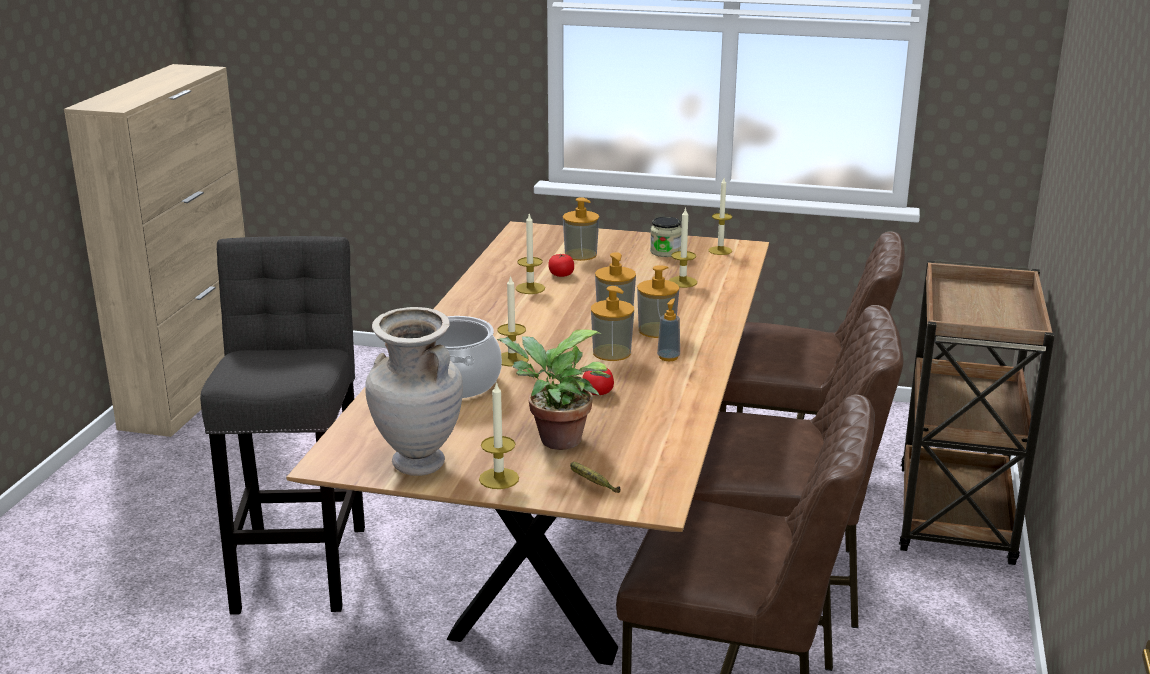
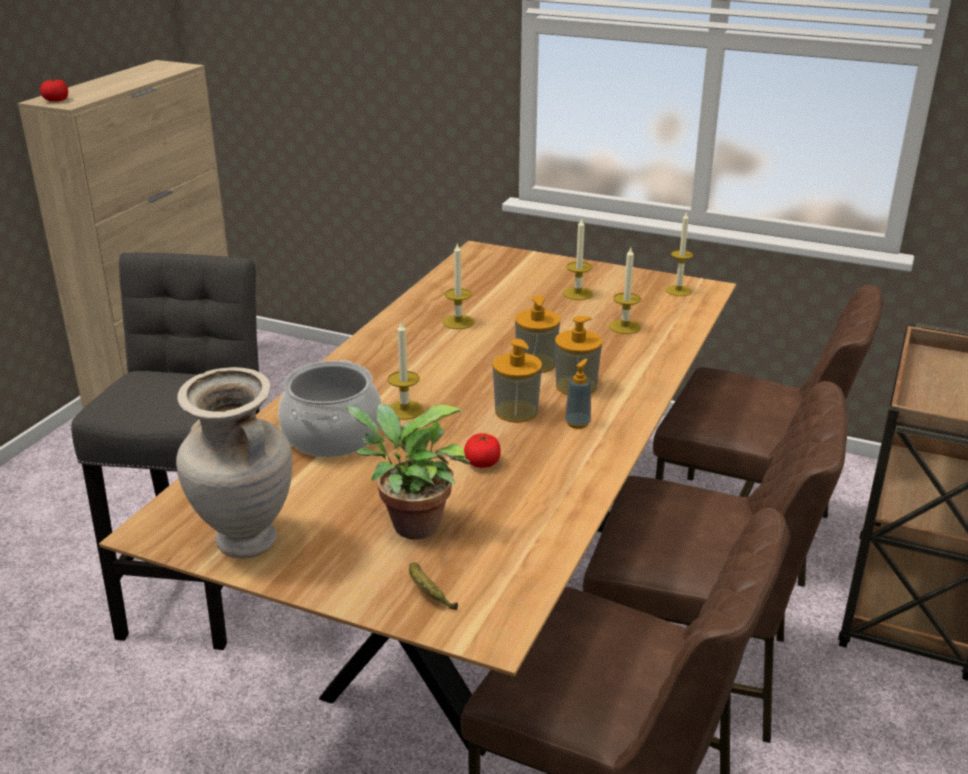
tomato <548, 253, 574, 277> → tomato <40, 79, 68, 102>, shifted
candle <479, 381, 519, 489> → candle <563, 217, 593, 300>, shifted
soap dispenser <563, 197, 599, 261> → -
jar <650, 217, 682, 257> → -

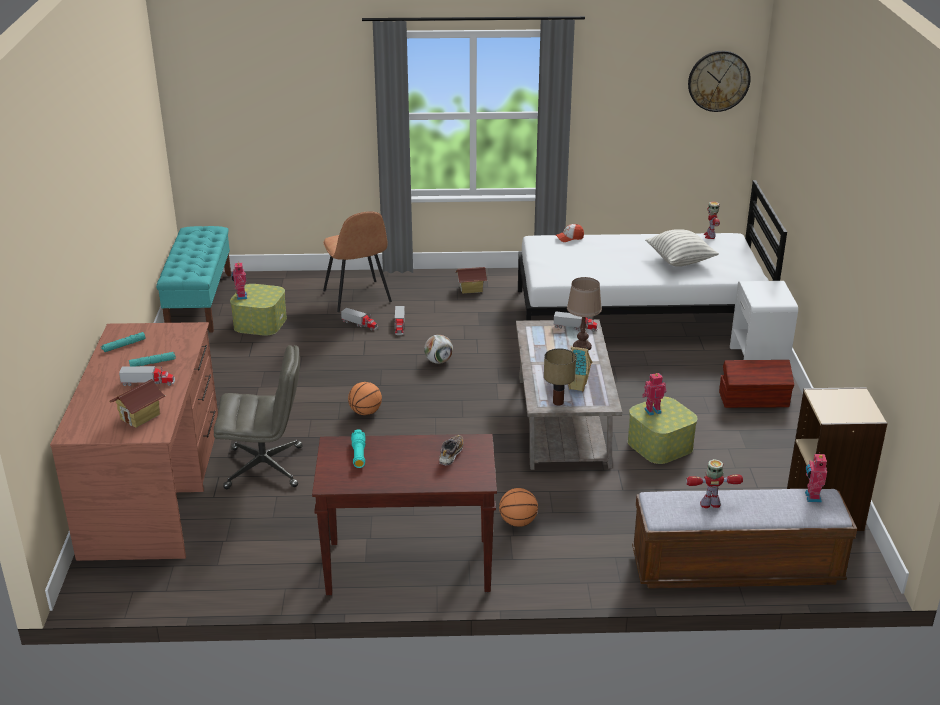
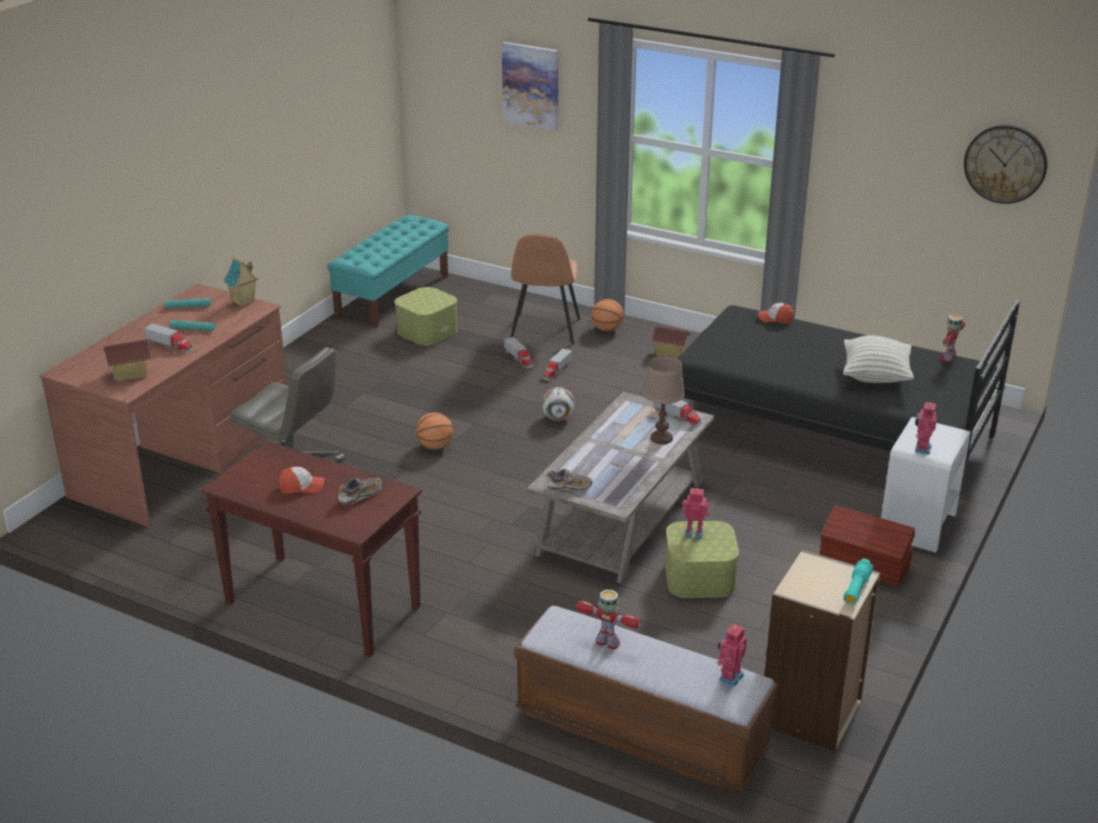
toy house <568, 347, 592, 391> → toy house <223, 256, 258, 307>, shifted
- → cap <278, 467, 325, 494>
- → picture <502, 42, 558, 131>
table lamp <544, 348, 576, 406> → shoe <546, 469, 592, 491>
basketball <499, 488, 538, 527> → basketball <591, 299, 624, 331>, shifted
white bed <518, 180, 787, 321> → black bed <677, 300, 1020, 504>
turquoise flashlight <351, 429, 366, 468> → turquoise flashlight <843, 559, 873, 605>, shifted
toy robot <231, 261, 247, 300> → toy robot <915, 402, 937, 455>, shifted

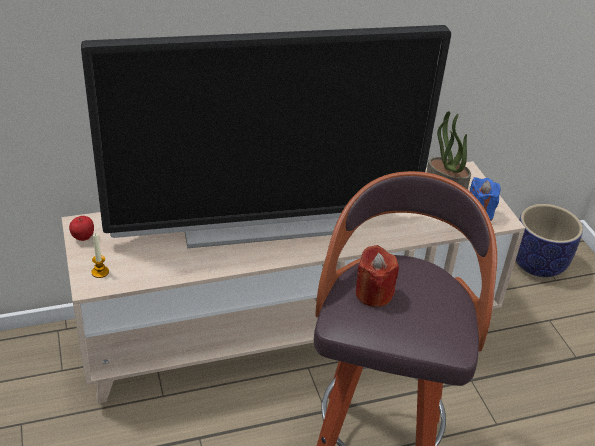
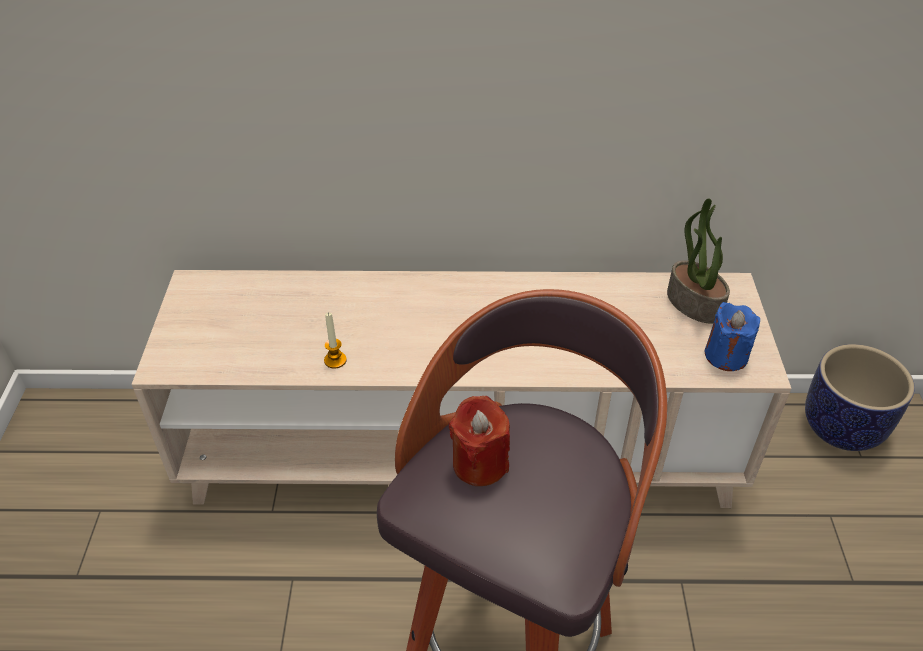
candle <91, 234, 109, 278> → candle <324, 312, 347, 369>, shifted
apple <69, 216, 94, 241> → -
television <81, 25, 452, 248> → -

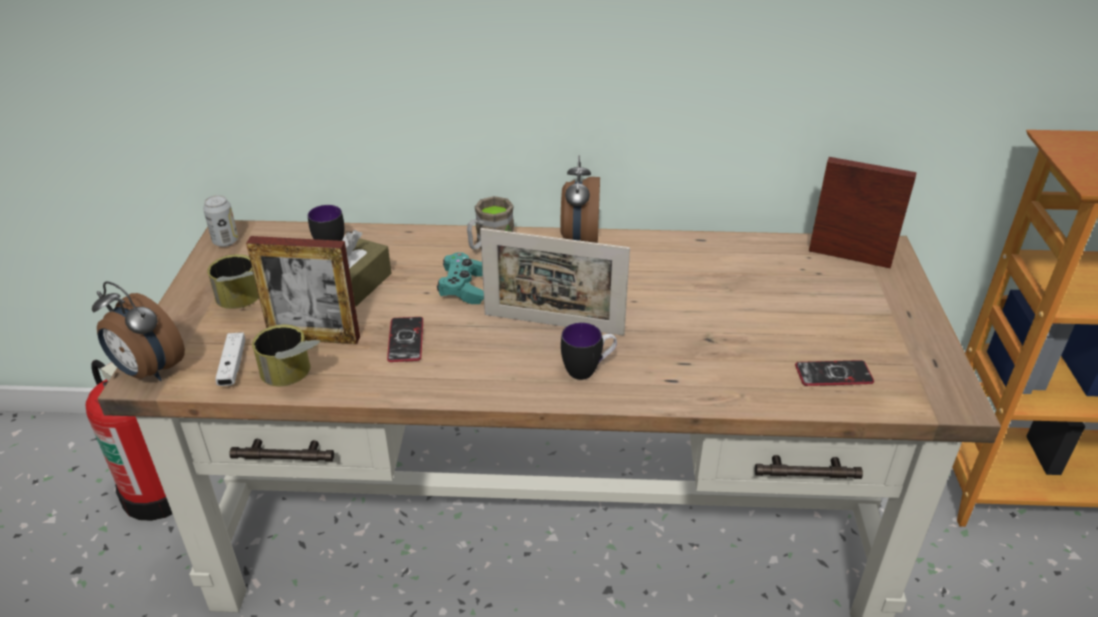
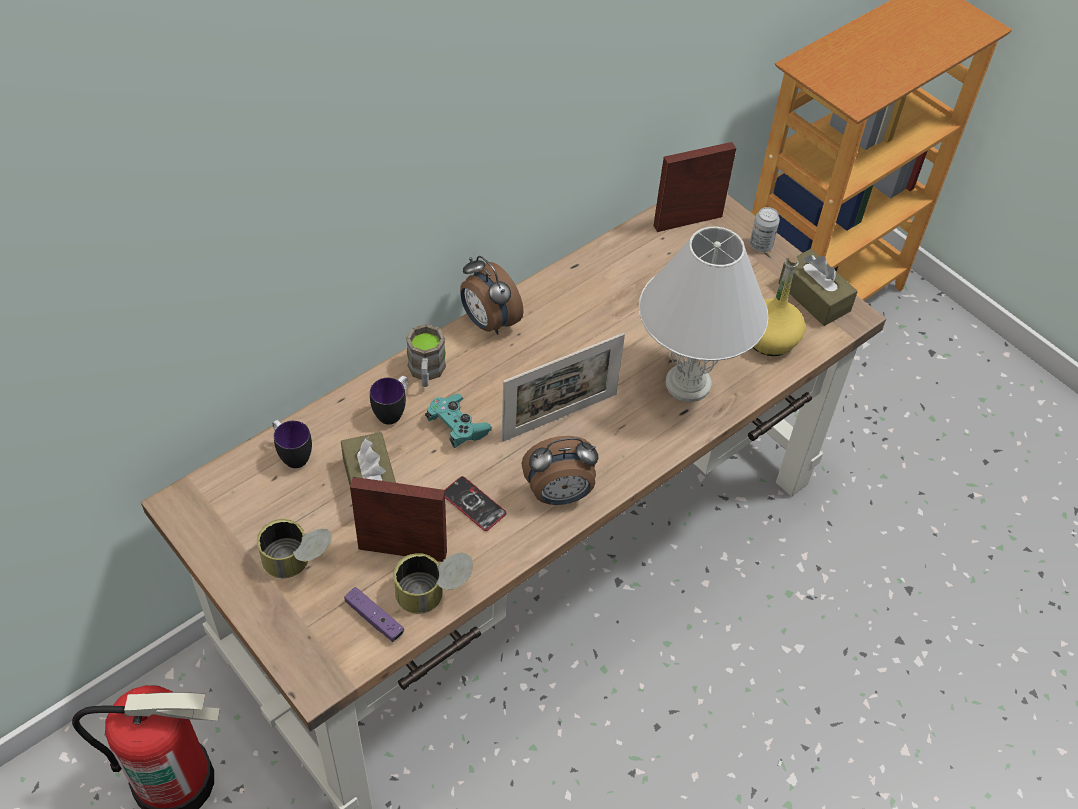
white game controller <215, 332, 245, 386> → purple game controller <344, 587, 404, 642>
picture frame <246, 236, 360, 344> → picture frame <350, 477, 447, 562>, 135 degrees counterclockwise
mug <561, 323, 617, 380> → mug <370, 376, 408, 425>, shifted
alarm clock <92, 281, 185, 381> → alarm clock <521, 436, 598, 505>, shifted
- → white table lamp <639, 226, 768, 402>
can <203, 195, 238, 247> → can <750, 207, 780, 252>, shifted
phone <795, 360, 874, 386> → yellow bottle <753, 254, 805, 356>
- → brown tissue box <779, 249, 858, 326>

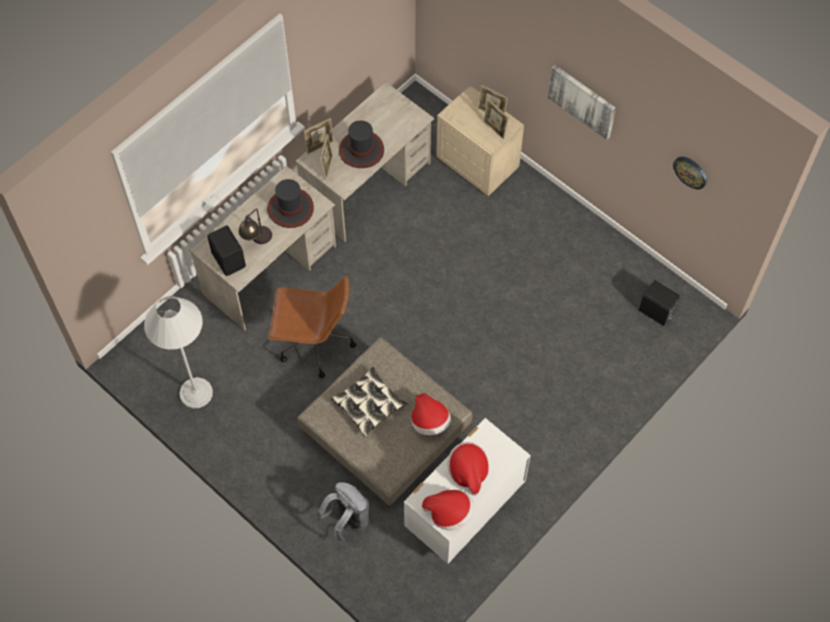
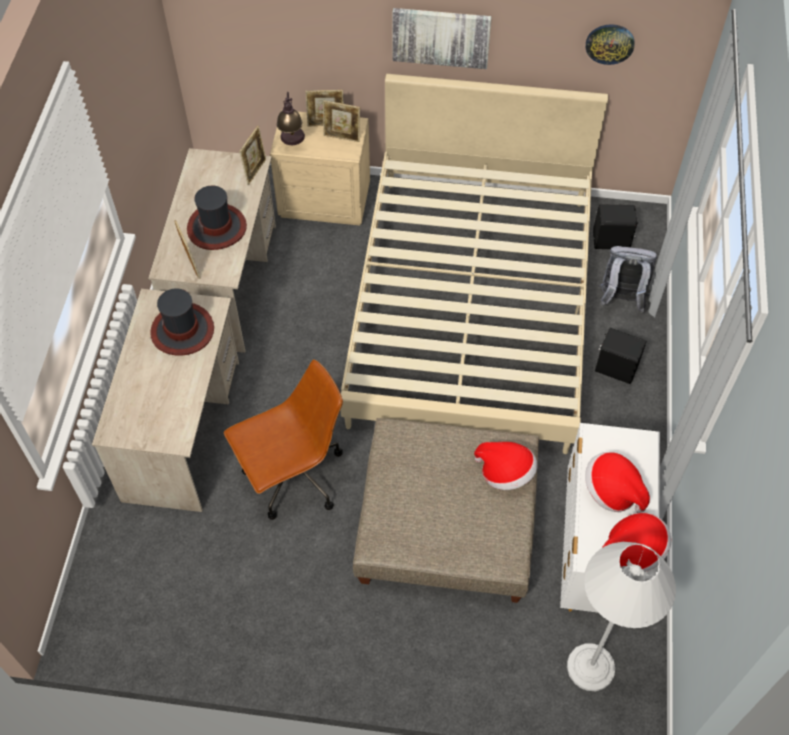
picture frame <304, 118, 334, 154> → picture frame <239, 126, 266, 185>, shifted
table lamp <239, 209, 272, 244> → table lamp <277, 92, 305, 145>, shifted
- → beige bed <341, 74, 608, 454>
white floor lamp <144, 296, 213, 408> → white floor lamp <567, 542, 676, 691>, shifted
black speaker <207, 226, 246, 276> → black speaker <595, 328, 647, 384>, shifted
grey backpack <316, 482, 369, 544> → grey backpack <598, 246, 657, 313>, shifted
pillow <330, 367, 407, 437> → -

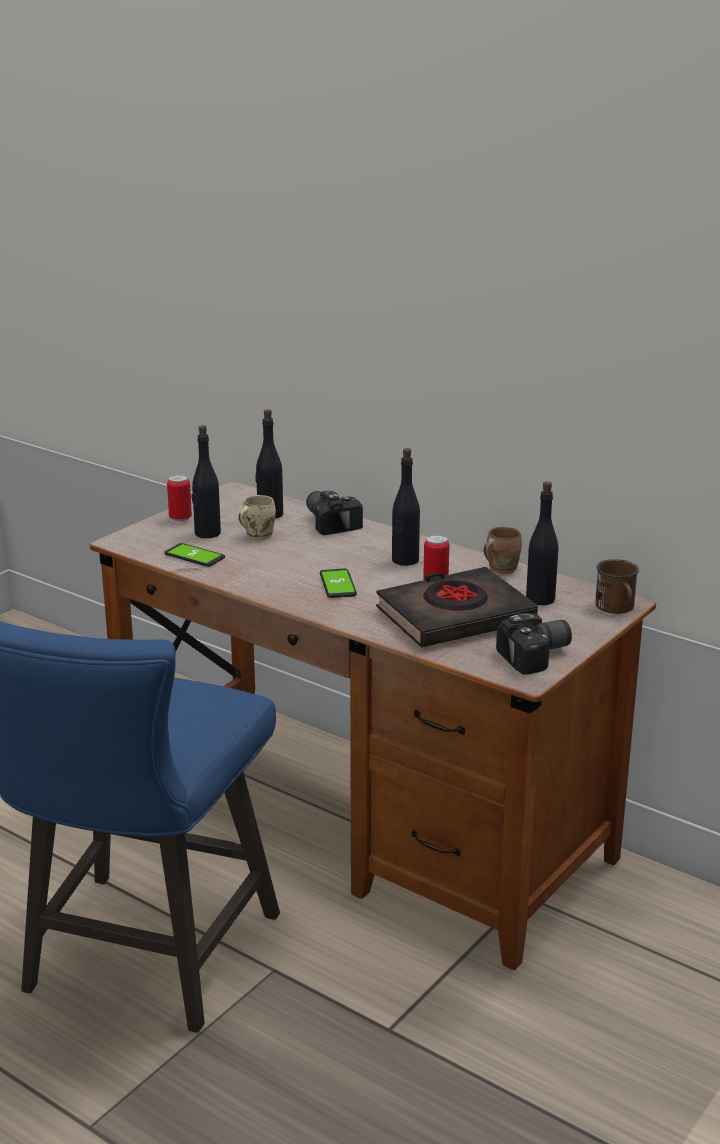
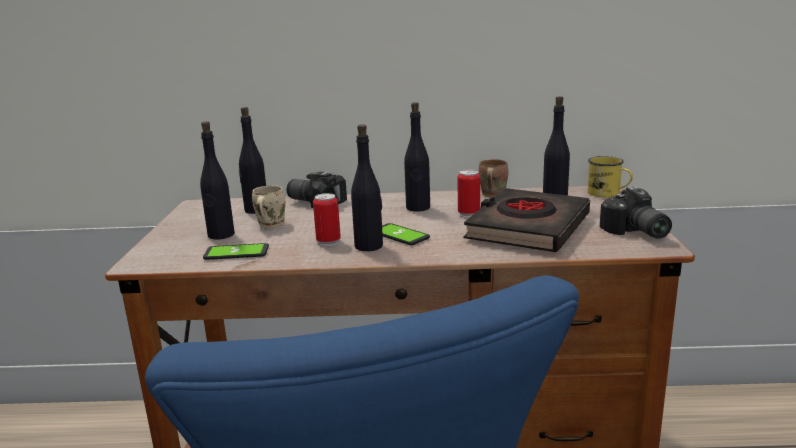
can <167, 474, 192, 523> → can <313, 193, 341, 246>, shifted
- → black bottle <351, 124, 383, 251>
brown mug <595, 559, 639, 614> → yellow mug <588, 156, 633, 197>
photo camera <496, 613, 572, 675> → photo camera <600, 187, 672, 239>, 135 degrees clockwise

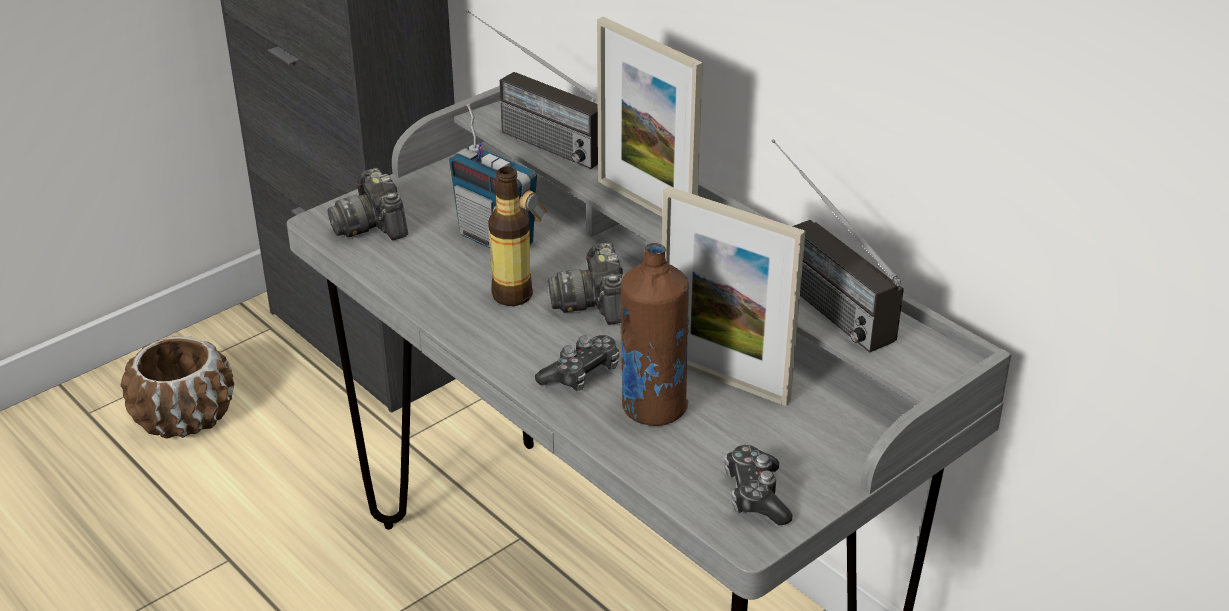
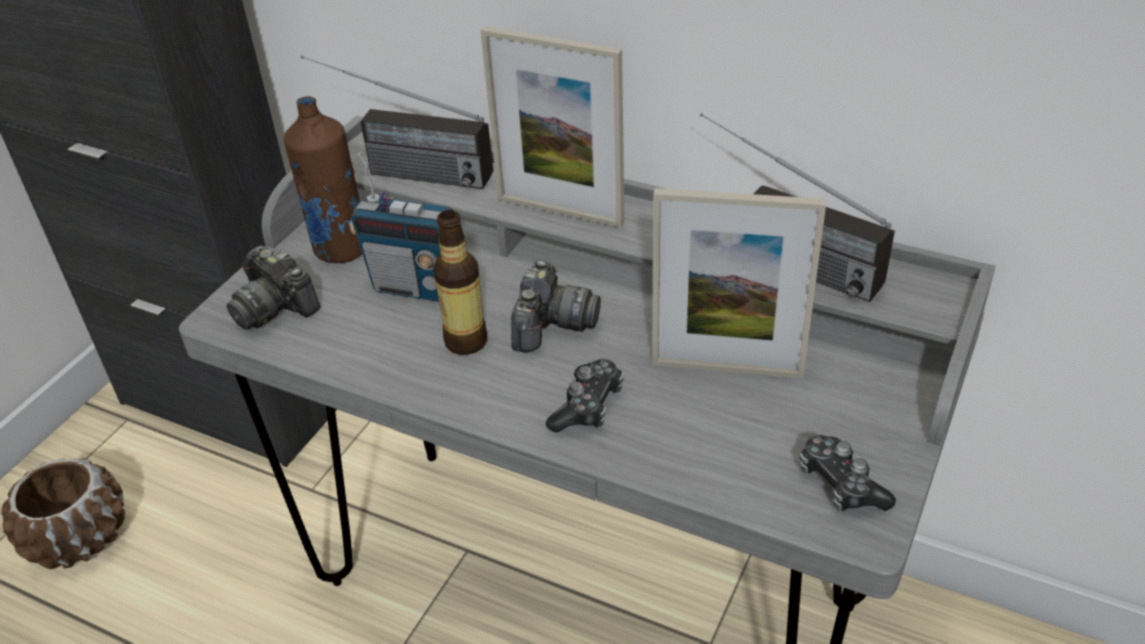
brown bottle <621, 243, 689, 426> → brown bottle <284, 96, 362, 263>, shifted
photo camera <548, 242, 623, 324> → photo camera <511, 260, 601, 353>, 135 degrees counterclockwise

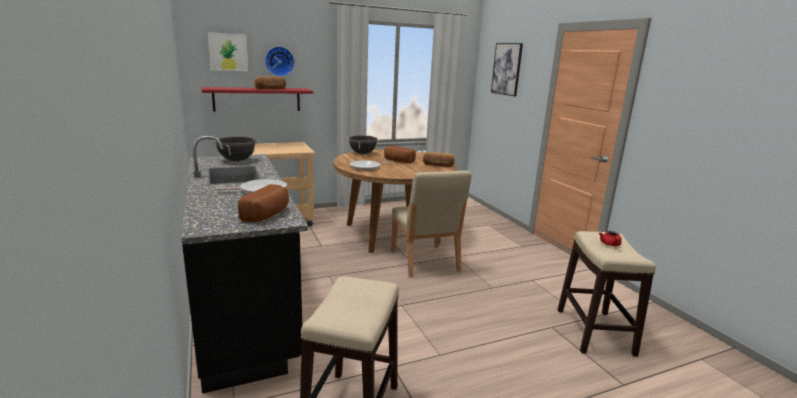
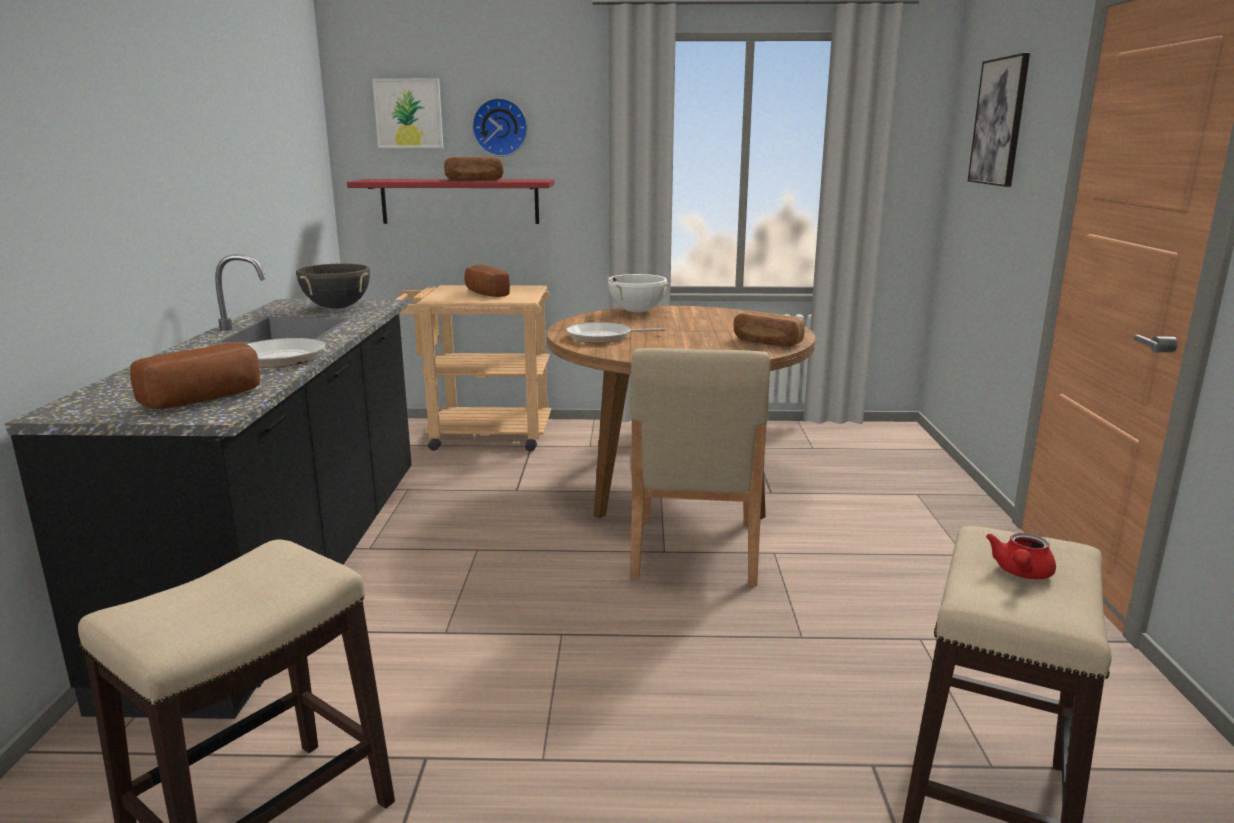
bread <384, 146, 416, 163> → bread <464, 265, 510, 297>, shifted
black cooking pot <346, 135, 380, 154> → white cooking pot <607, 274, 669, 313>

